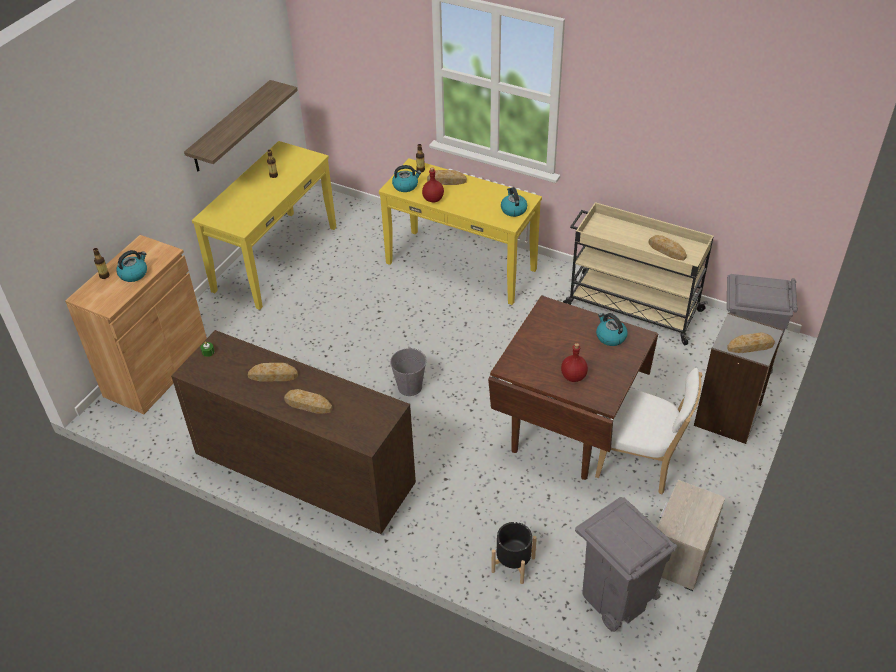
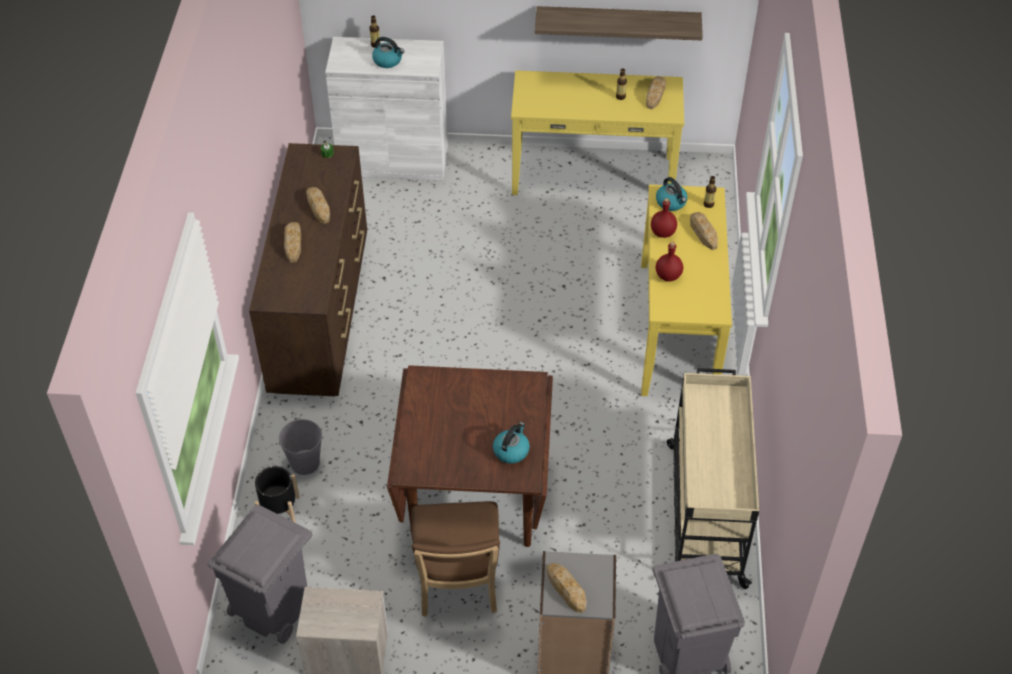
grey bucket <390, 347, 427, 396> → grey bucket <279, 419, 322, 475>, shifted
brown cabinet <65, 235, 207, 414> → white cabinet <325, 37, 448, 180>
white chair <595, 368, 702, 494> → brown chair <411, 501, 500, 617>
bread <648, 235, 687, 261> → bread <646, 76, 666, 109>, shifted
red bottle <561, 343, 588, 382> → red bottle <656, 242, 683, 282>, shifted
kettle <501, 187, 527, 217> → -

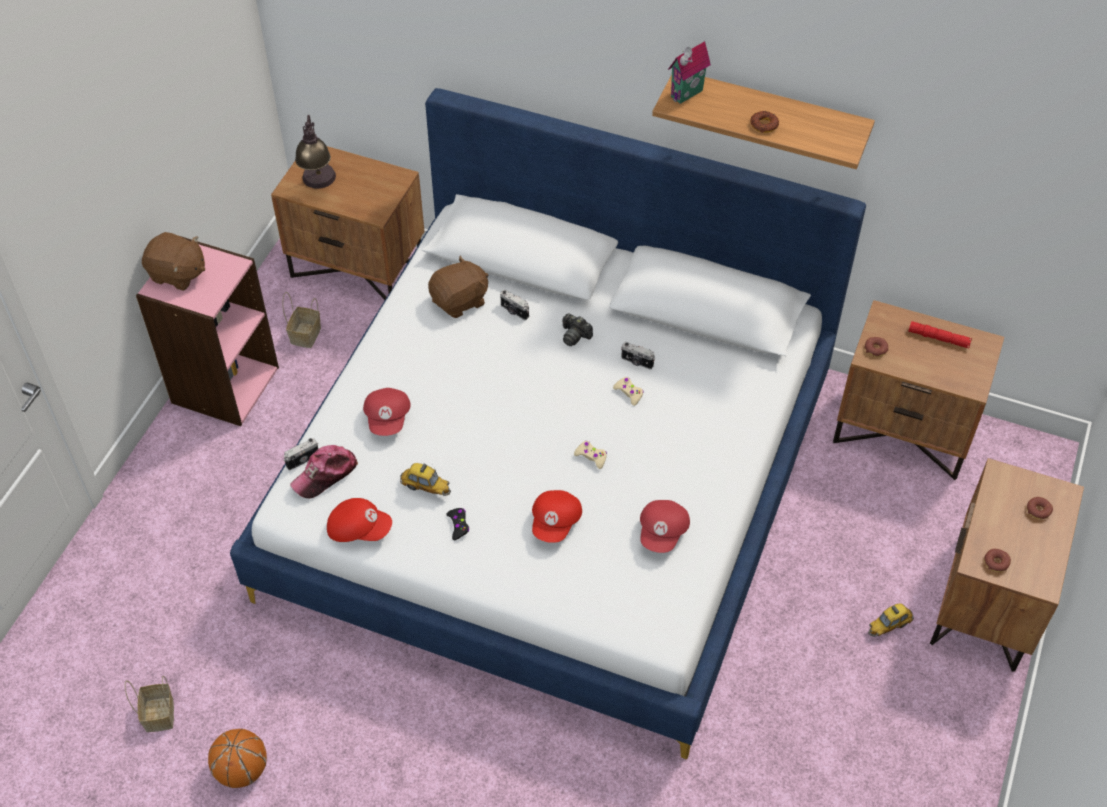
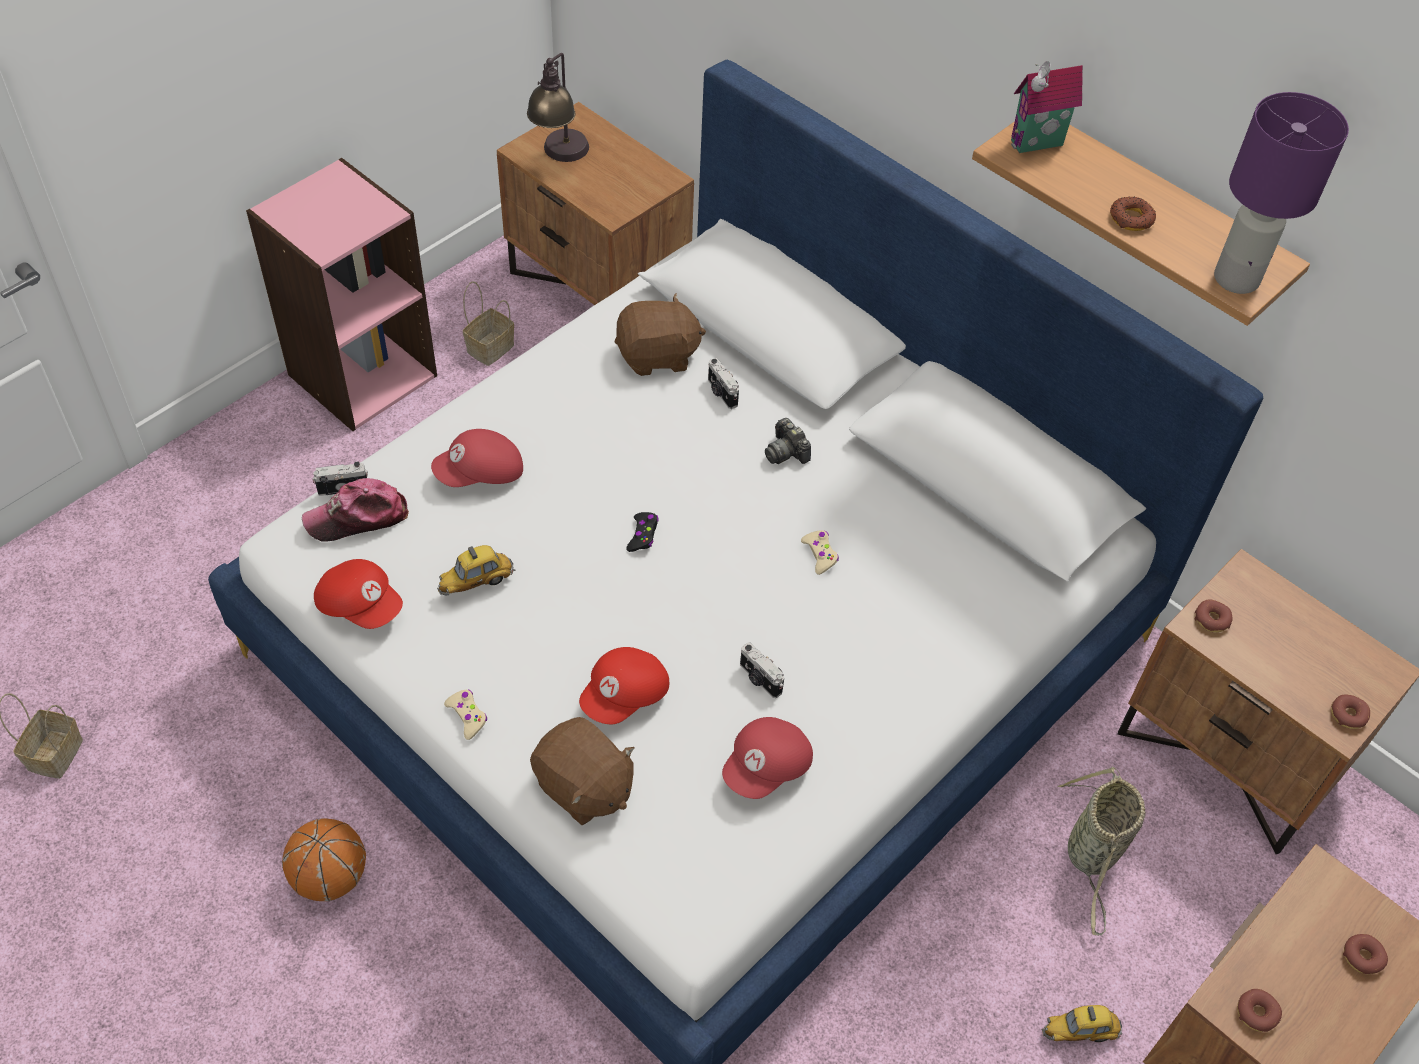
basketball <208, 729, 267, 788> → basketball <282, 819, 366, 901>, shifted
red cap <363, 388, 411, 436> → red cap <431, 429, 523, 487>, 45 degrees clockwise
toy car <400, 463, 451, 496> → toy car <437, 545, 515, 595>, 105 degrees clockwise
beige game controller <574, 441, 607, 469> → beige game controller <444, 689, 487, 740>, shifted
brown plush toy <142, 232, 205, 291> → brown plush toy <530, 717, 635, 825>, shifted
black game controller <447, 508, 469, 540> → black game controller <626, 512, 659, 552>, shifted
photo camera <621, 342, 655, 369> → photo camera <740, 642, 784, 698>, shifted
- → basket <1057, 766, 1146, 935>
- → purple table lamp <1214, 92, 1349, 294>
- → donut <1331, 695, 1370, 729>
red flashlight <908, 321, 972, 348> → -

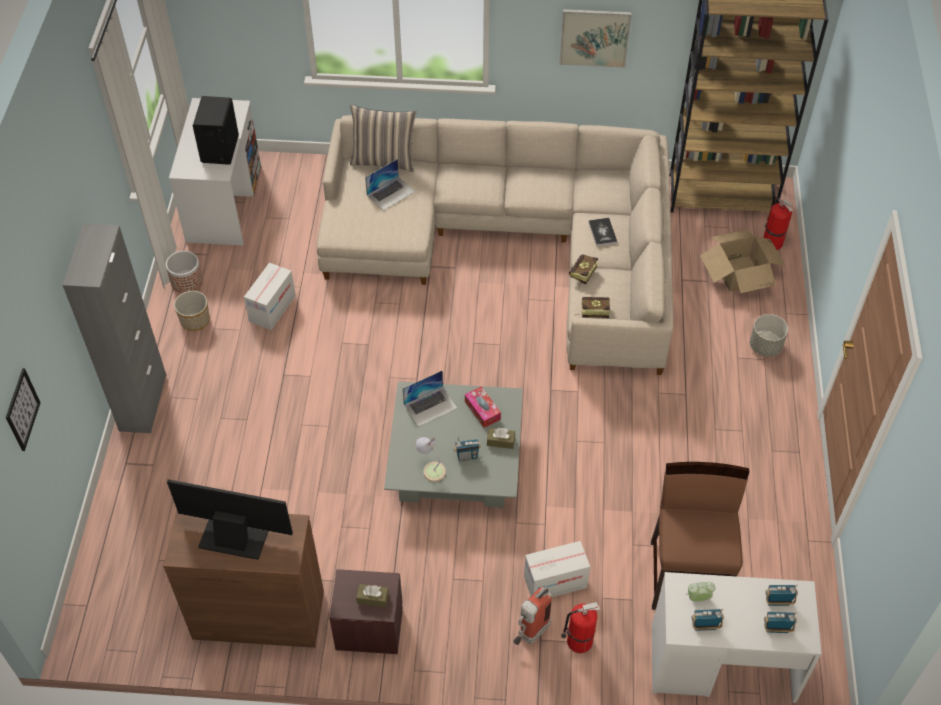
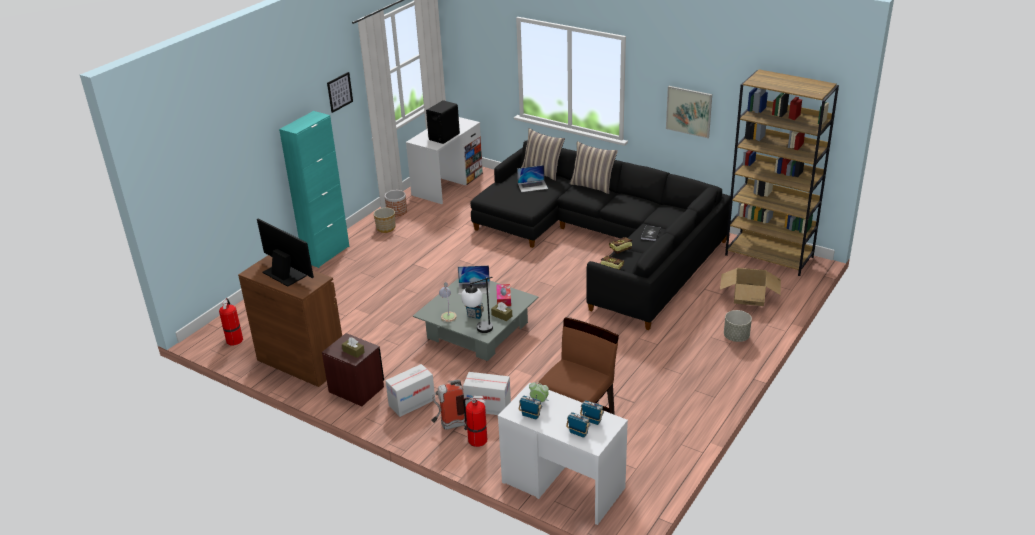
fire extinguisher <763, 197, 793, 250> → fire extinguisher <219, 298, 243, 345>, shifted
grey cabinet <63, 224, 166, 433> → turquoise cabinet <279, 111, 350, 268>
picture <6, 368, 41, 451> → picture <327, 72, 353, 113>, shifted
cardboard box <244, 263, 296, 330> → cardboard box <385, 364, 435, 417>, shifted
- → table lamp <461, 277, 493, 333>
beige sofa <317, 115, 674, 375> → black sofa <470, 140, 730, 330>
- → pillow <570, 141, 618, 194>

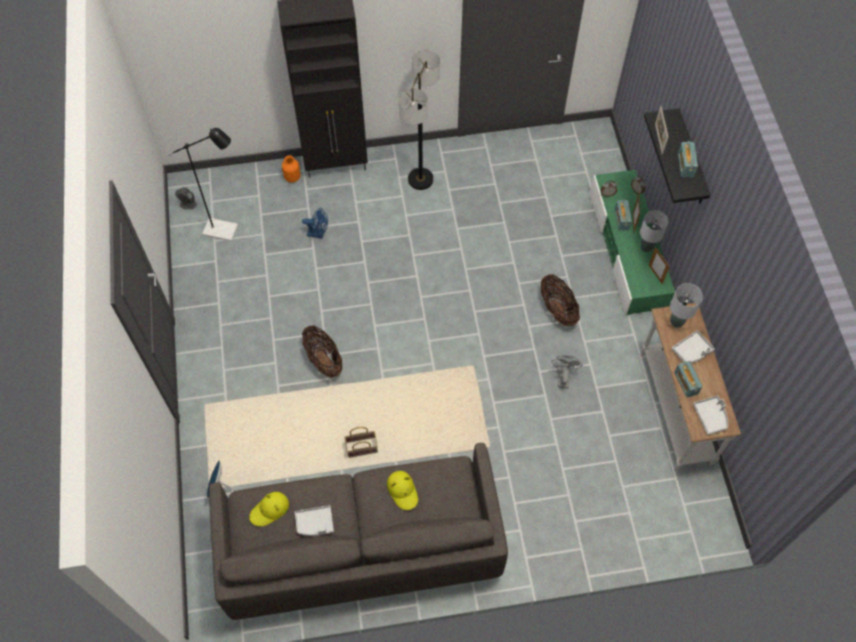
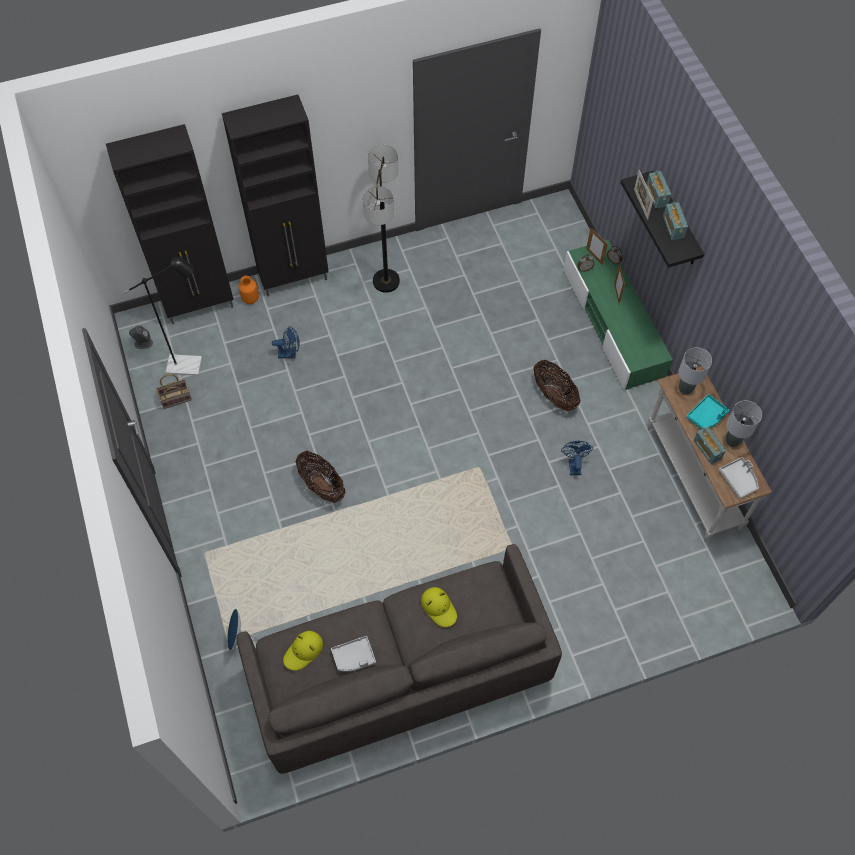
- → black cabinet <106, 124, 234, 324>
basket <344, 427, 378, 458> → basket <156, 374, 192, 409>, shifted
grey fan <552, 355, 583, 389> → blue fan <561, 441, 593, 475>
picture frame <649, 247, 669, 284> → picture frame <586, 228, 608, 265>, shifted
radio <615, 199, 632, 231> → radio <646, 170, 671, 208>, shifted
grey tray <672, 330, 715, 363> → turquoise tray <687, 394, 729, 429>
grey table lamp <640, 210, 669, 253> → grey table lamp <726, 400, 762, 447>, shifted

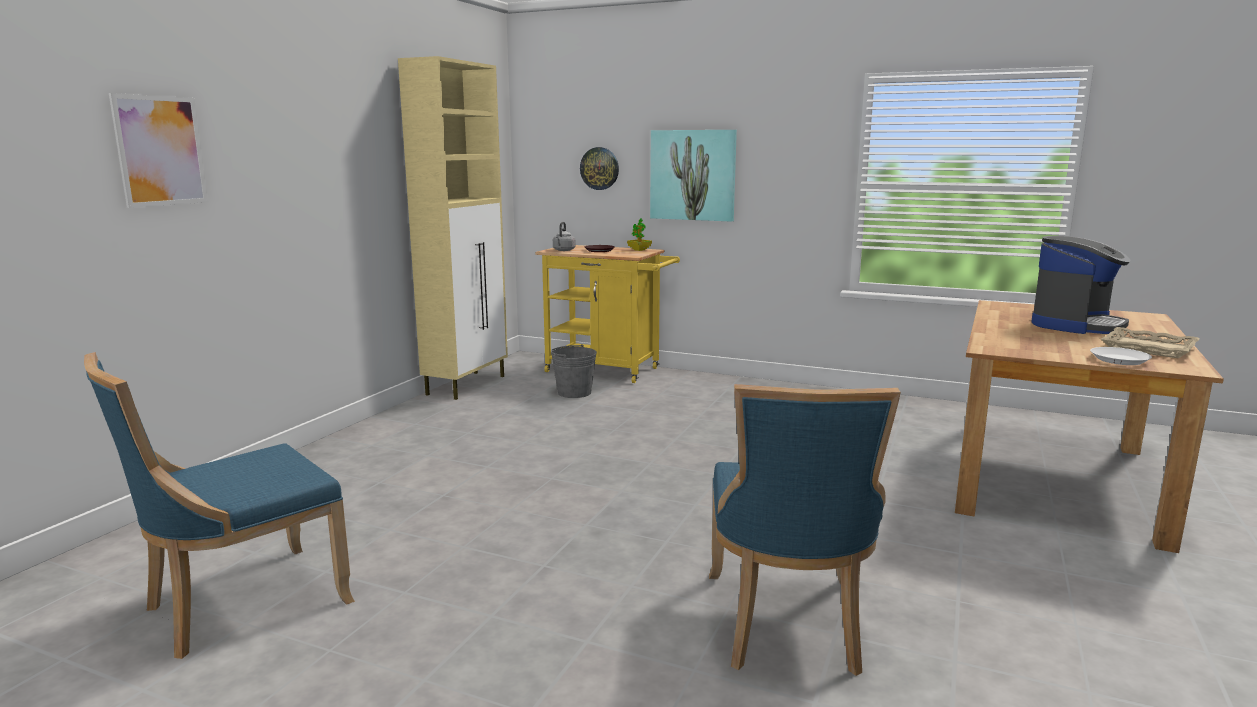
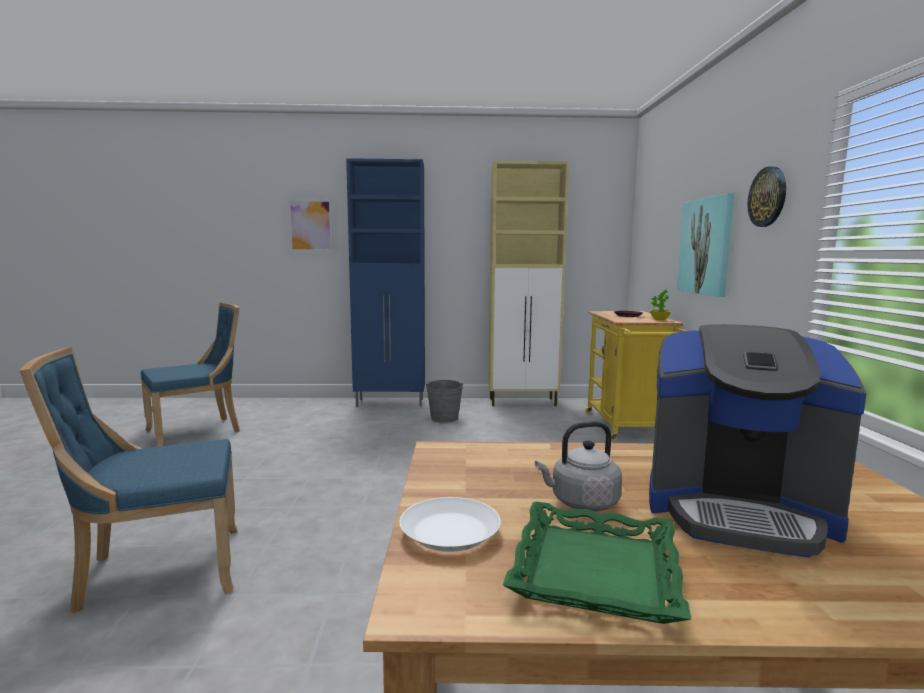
blue chair <84, 352, 355, 659> → blue chair <141, 303, 240, 447>, 120 degrees clockwise
- → blue cabinet <346, 158, 425, 407>
grey bucket <551, 344, 597, 398> → grey bucket <426, 380, 463, 423>, shifted
beige tray <1101, 327, 1200, 358> → green tray <503, 502, 691, 624>
grey kettle <553, 222, 575, 251> → grey kettle <535, 421, 622, 511>, shifted
wall clock <580, 147, 619, 190> → wall clock <747, 167, 786, 227>, shifted

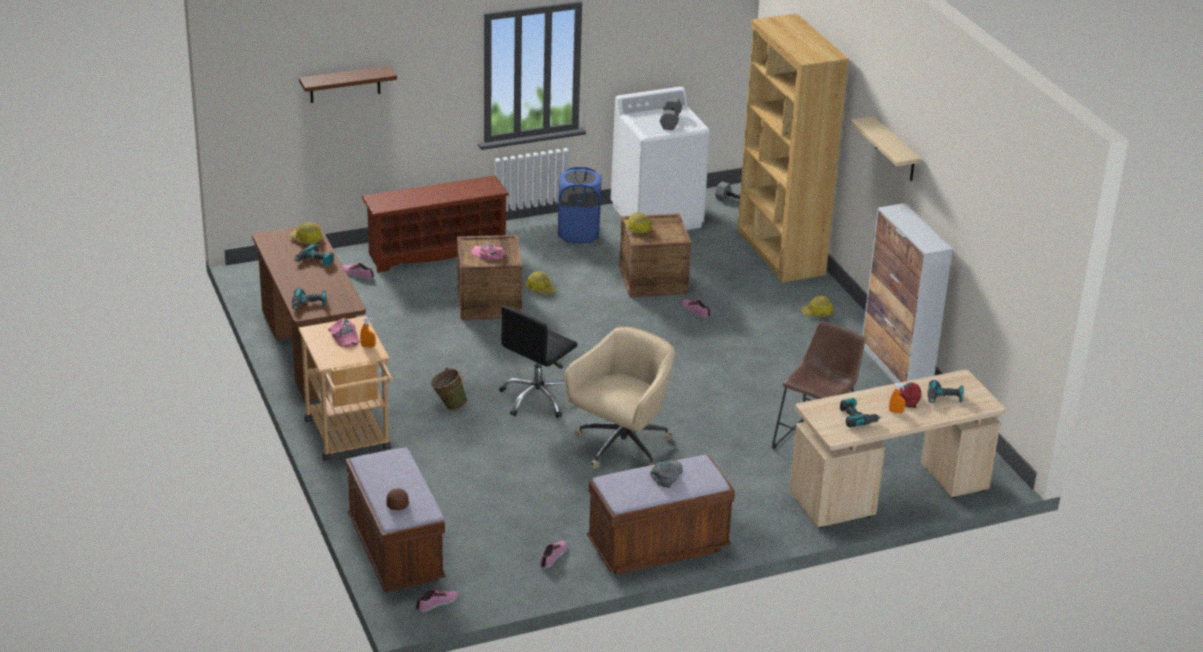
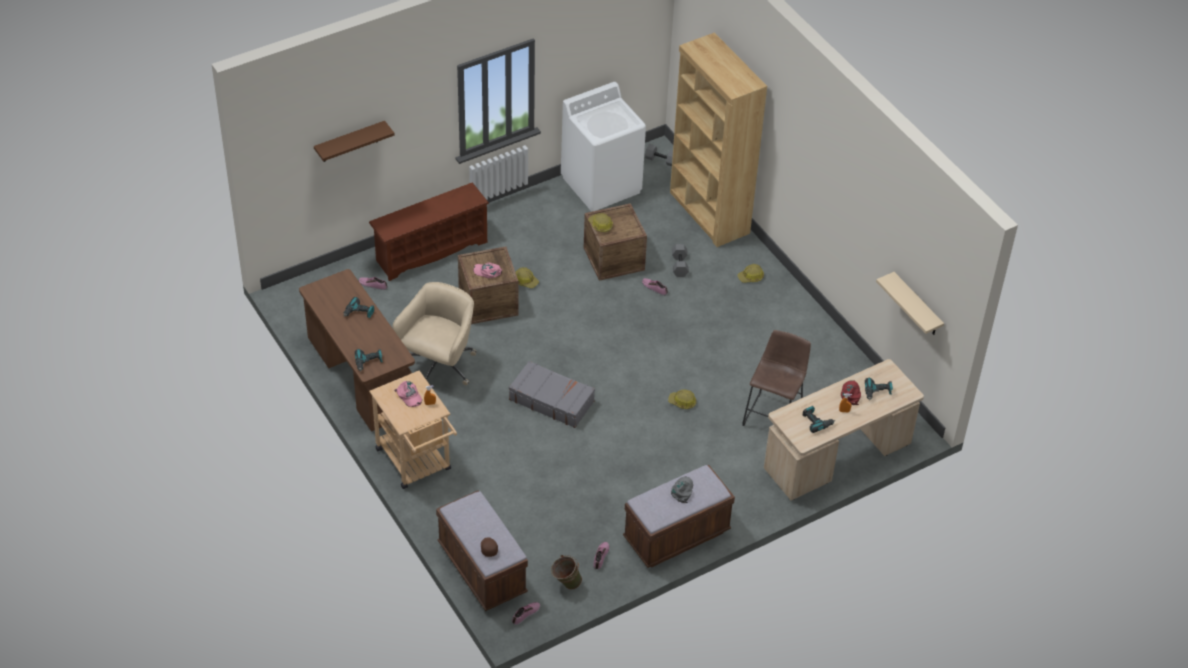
beige office chair <564, 327, 675, 469> → beige office chair <392, 282, 477, 385>, shifted
black office chair <499, 306, 577, 418> → grey suitcase <509, 361, 595, 428>
green bucket <430, 368, 467, 410> → green bucket <551, 555, 582, 590>, shifted
hard hat <289, 222, 323, 244> → hard hat <668, 389, 697, 409>, shifted
grey dumbbell <660, 98, 682, 130> → grey dumbbell <672, 244, 689, 277>, shifted
beige shelf <850, 116, 921, 181> → beige shelf <876, 272, 944, 335>, shifted
blue laundry basket <558, 167, 601, 243> → -
cabinet <862, 203, 953, 383> → -

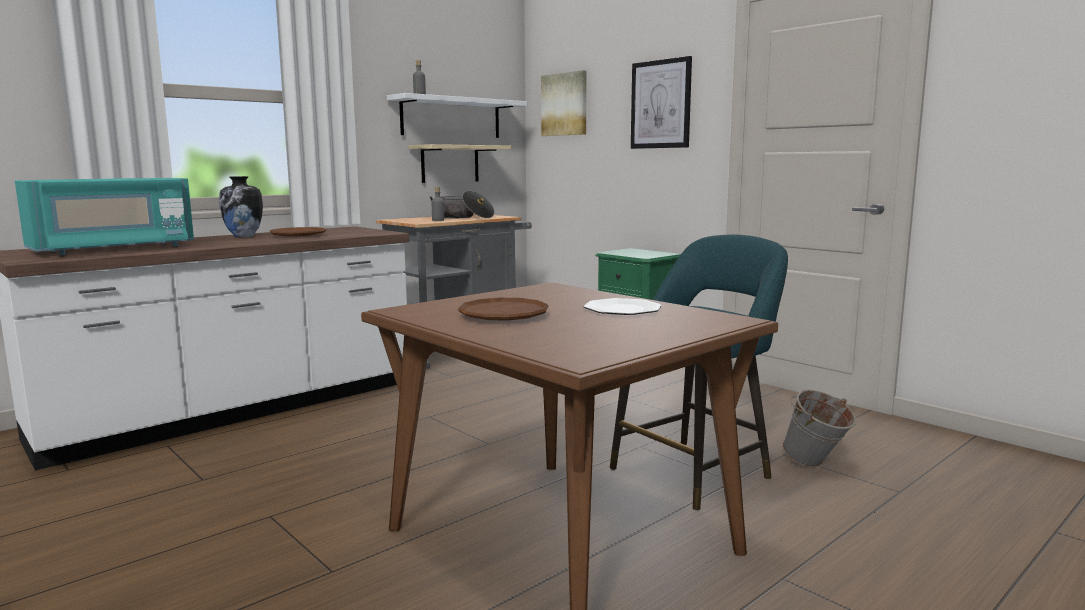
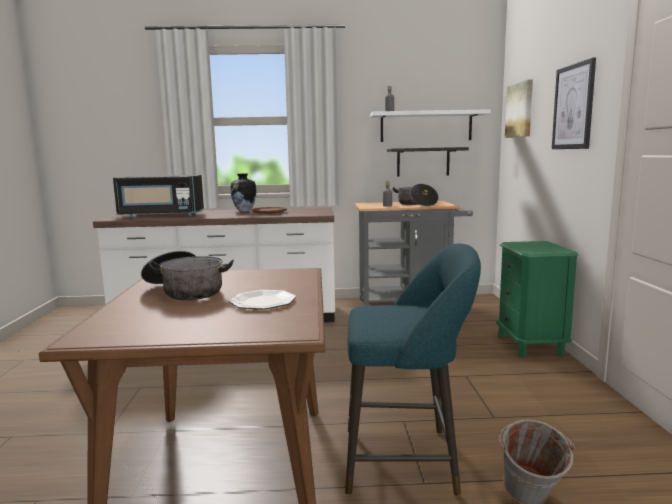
turquoise microwave <15, 178, 194, 255> → black microwave <113, 175, 204, 217>
brown plate <458, 298, 548, 321> → cooking pot <141, 251, 234, 300>
beige shelf <409, 144, 511, 183> → black shelf <387, 147, 469, 177>

